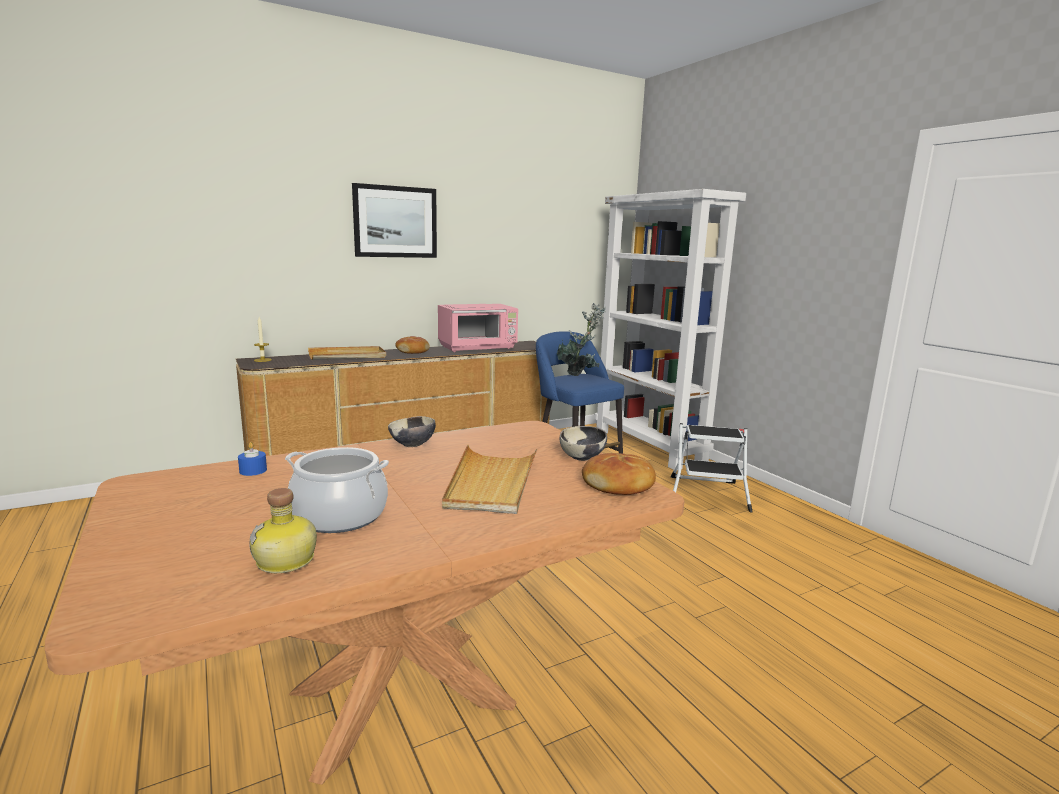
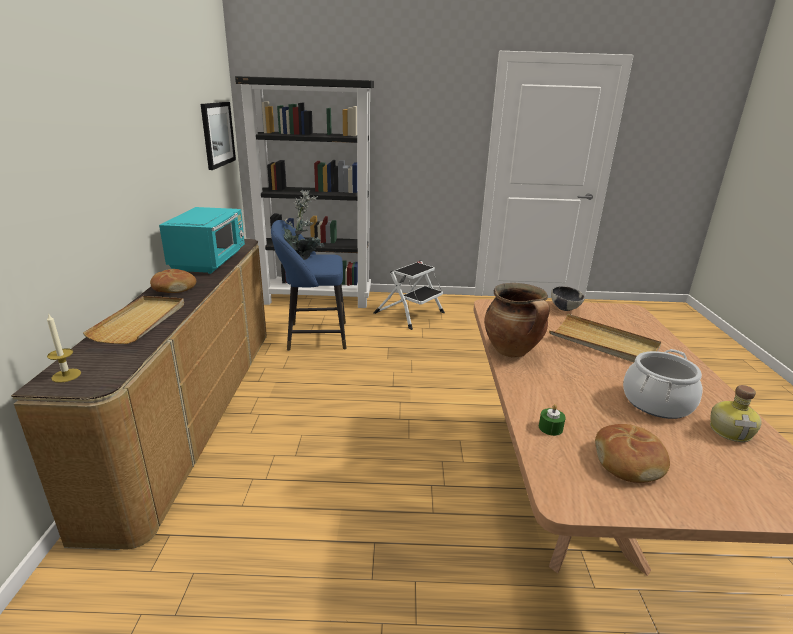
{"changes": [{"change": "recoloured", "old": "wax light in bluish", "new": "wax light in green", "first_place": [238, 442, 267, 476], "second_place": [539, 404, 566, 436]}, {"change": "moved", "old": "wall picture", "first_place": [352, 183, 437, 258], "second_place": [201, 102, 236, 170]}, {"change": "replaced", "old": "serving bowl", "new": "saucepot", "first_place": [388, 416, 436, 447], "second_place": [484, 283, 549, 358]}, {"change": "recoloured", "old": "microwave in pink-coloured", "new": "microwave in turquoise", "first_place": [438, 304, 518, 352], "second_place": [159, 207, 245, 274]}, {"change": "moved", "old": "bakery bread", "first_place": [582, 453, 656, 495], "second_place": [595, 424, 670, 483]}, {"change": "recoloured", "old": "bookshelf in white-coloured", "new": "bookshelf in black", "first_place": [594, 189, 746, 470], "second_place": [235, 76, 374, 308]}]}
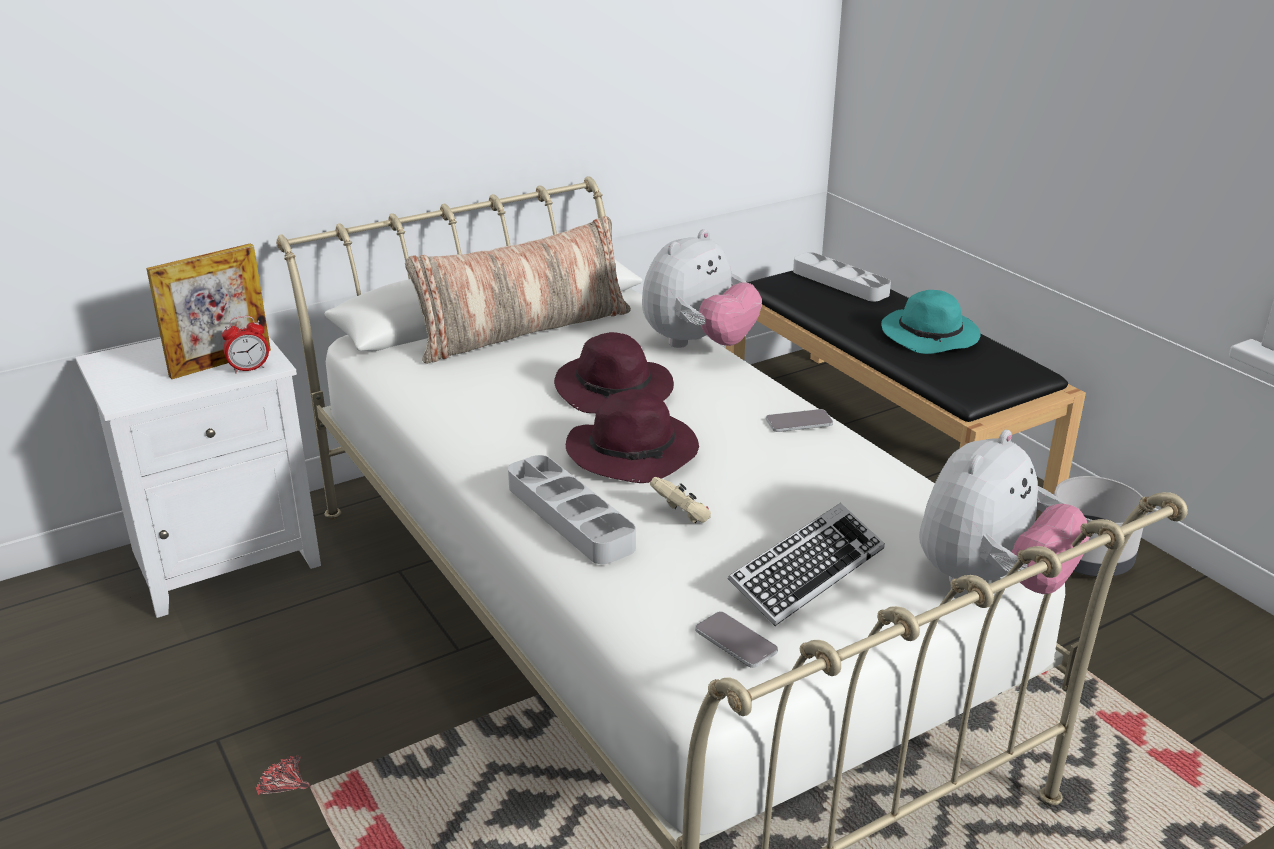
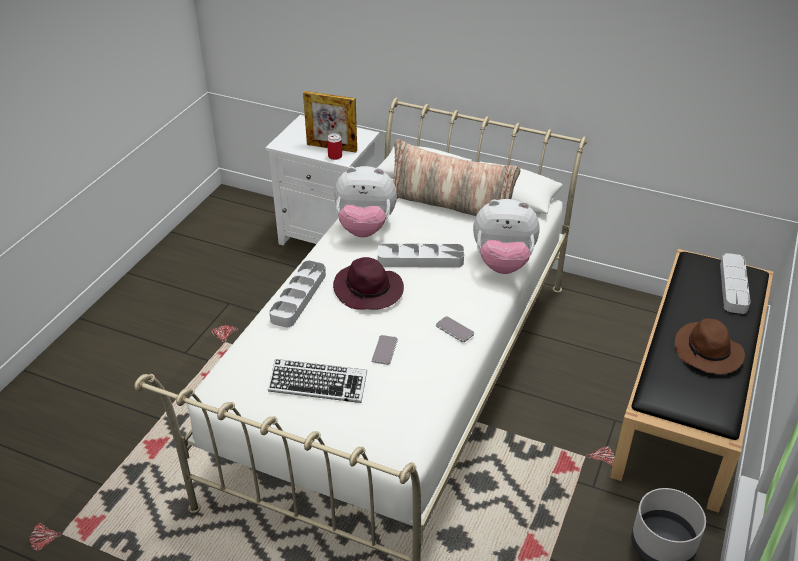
{"changes": [{"change": "replaced", "old": "bedside clock", "new": "metal can", "first_place": [222, 316, 269, 373], "second_place": [327, 133, 342, 160]}, {"change": "replaced", "old": "clothing hat in purplish", "new": "tray in gray", "first_place": [554, 332, 674, 413], "second_place": [378, 243, 464, 267]}, {"change": "removed", "old": "game controller in beige-coloured", "first_place": [650, 477, 711, 523]}, {"change": "moved", "old": "handset", "first_place": [695, 611, 778, 668], "second_place": [372, 335, 398, 365]}, {"change": "recoloured", "old": "clothing hat in turquoise", "new": "clothing hat in brown", "first_place": [881, 290, 981, 354], "second_place": [675, 318, 745, 374]}, {"change": "moved", "old": "plush toy", "first_place": [919, 430, 1089, 594], "second_place": [334, 166, 397, 237]}]}
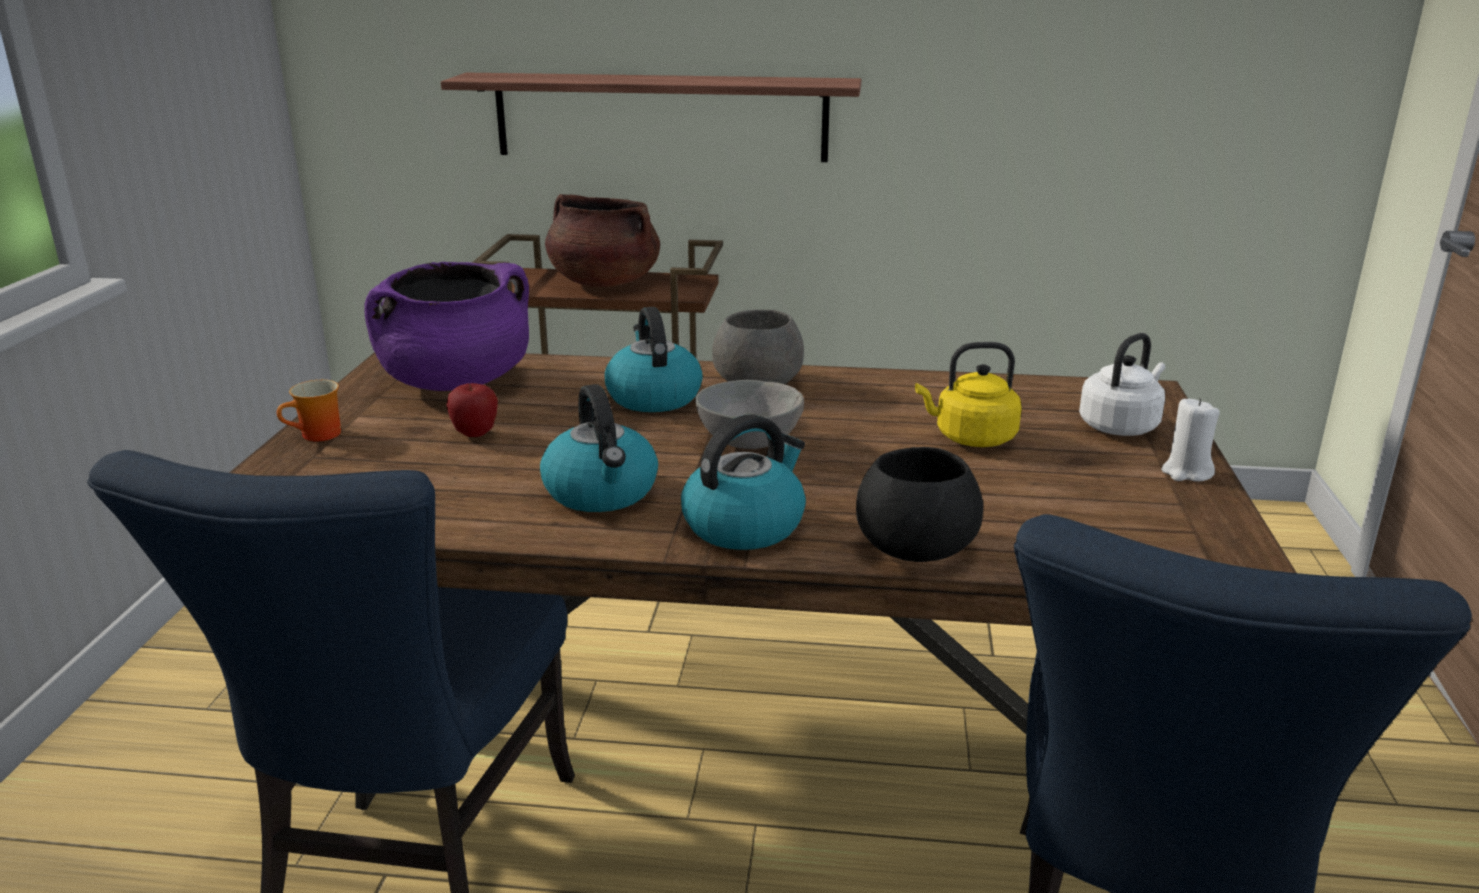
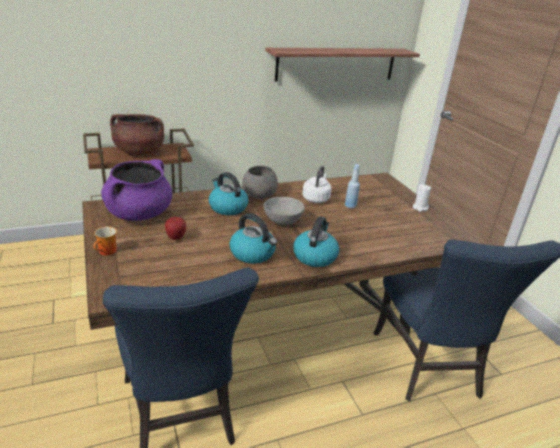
{"changes": [{"change": "moved", "old": "bracket shelf", "first_place": [441, 73, 862, 162], "second_place": [265, 48, 420, 82]}, {"change": "removed", "old": "serving bowl in black", "first_place": [856, 447, 983, 562]}, {"change": "replaced", "old": "kettle in yellow-coloured", "new": "drink bottle in bluish", "first_place": [915, 342, 1021, 447], "second_place": [345, 164, 360, 208]}, {"change": "moved", "old": "kettle in white-coloured", "first_place": [1079, 333, 1165, 436], "second_place": [302, 166, 332, 203]}]}
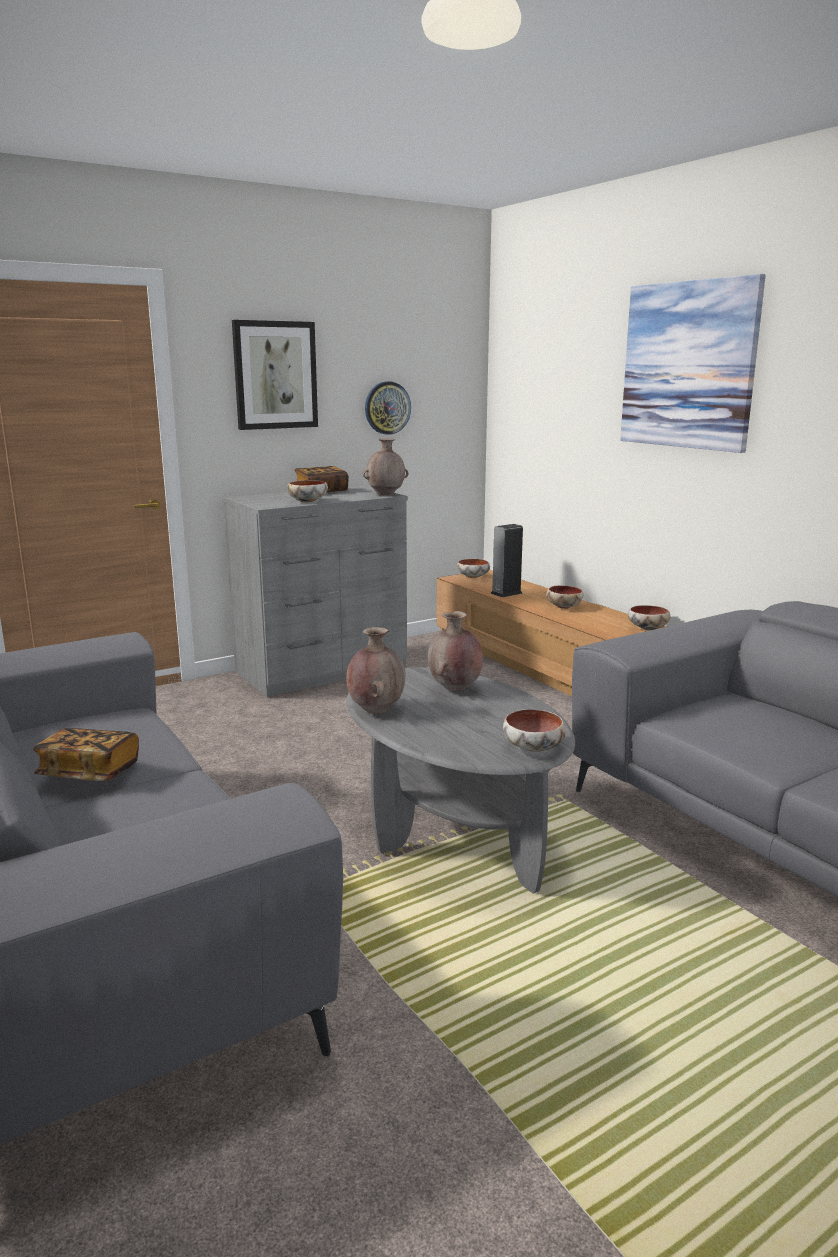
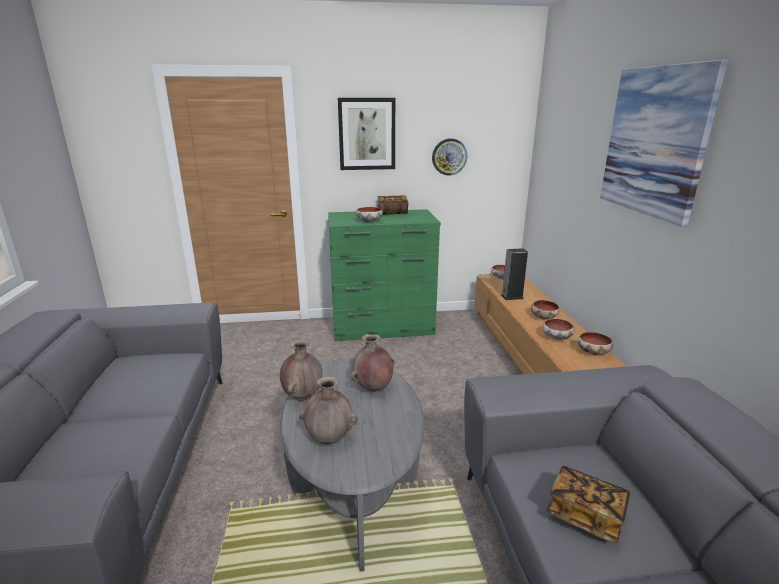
{"changes": [{"change": "moved", "old": "bound book", "first_place": [33, 728, 139, 781], "second_place": [547, 466, 630, 543]}, {"change": "recoloured", "old": "chest of drawers in gray", "new": "chest of drawers in green", "first_place": [223, 486, 408, 697], "second_place": [328, 209, 441, 341]}, {"change": "moved", "old": "decorative vase in brown", "first_place": [363, 439, 409, 495], "second_place": [299, 376, 358, 444]}, {"change": "moved", "old": "serving bowl", "first_place": [503, 709, 566, 752], "second_place": [543, 319, 574, 340]}]}
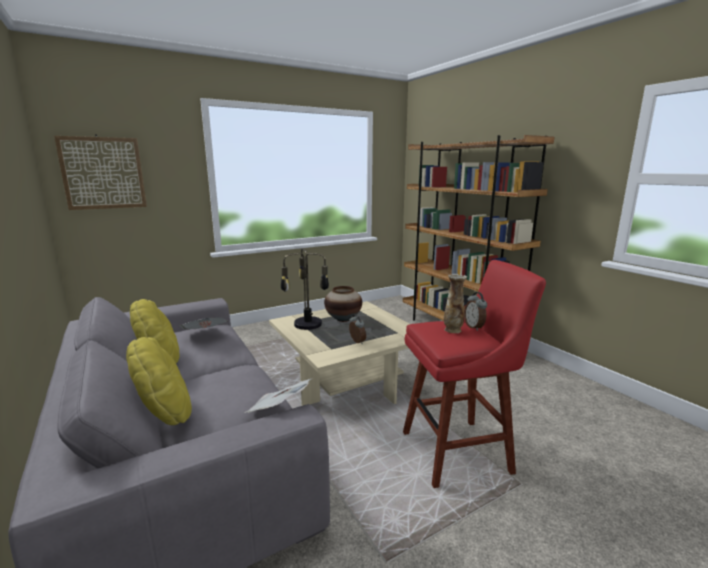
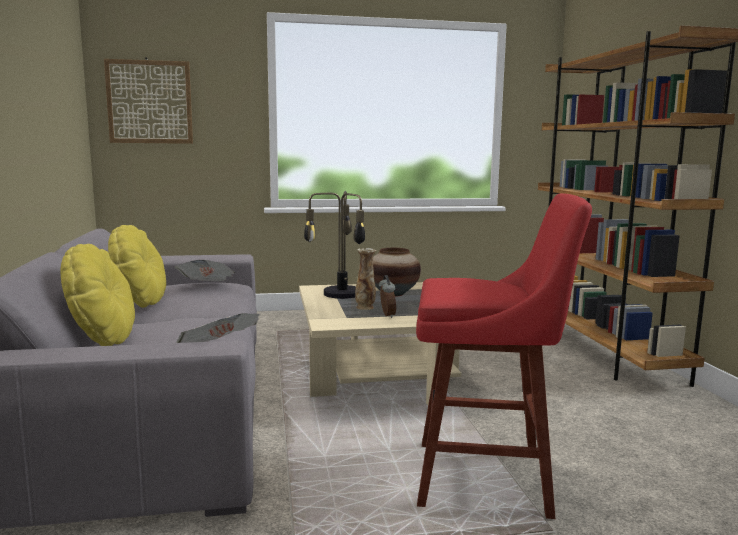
{"changes": [{"change": "moved", "old": "decorative vase", "first_place": [444, 274, 467, 333], "second_place": [355, 248, 376, 310]}, {"change": "removed", "old": "bedside clock", "first_place": [464, 292, 487, 331]}]}
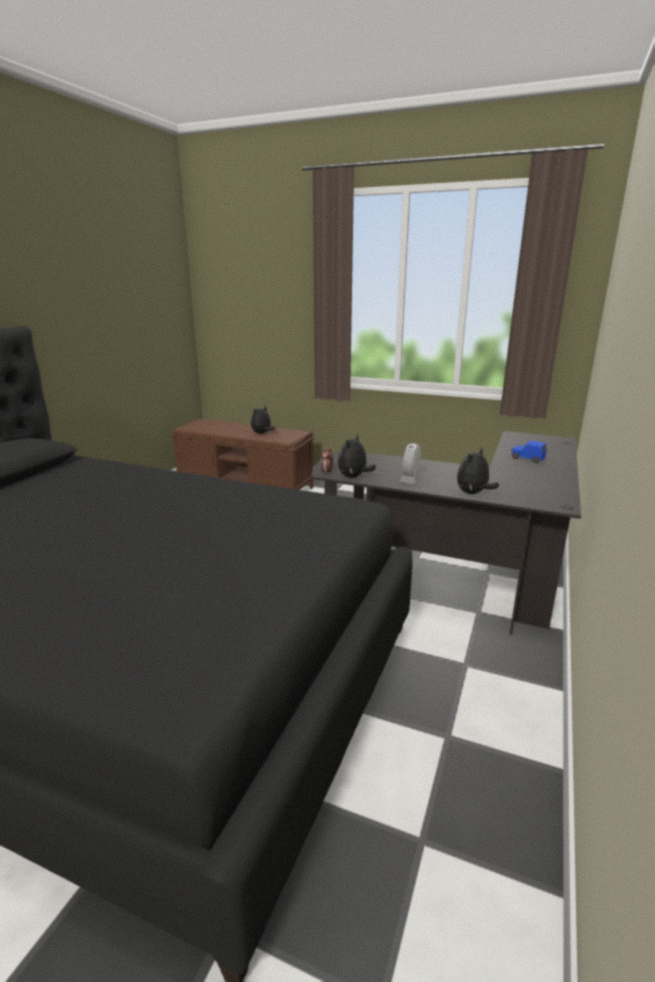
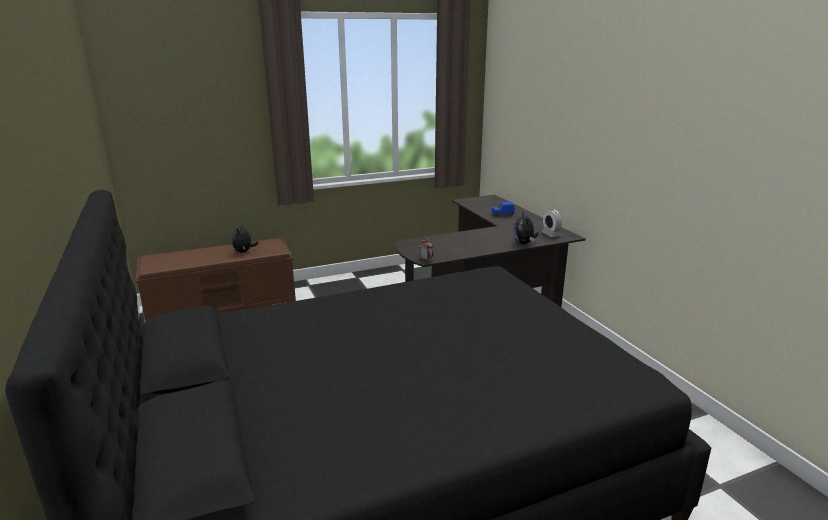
{"changes": [{"change": "removed", "old": "plush toy", "first_place": [338, 434, 376, 478]}, {"change": "moved", "old": "bedside clock", "first_place": [399, 443, 422, 484], "second_place": [541, 209, 562, 237]}]}
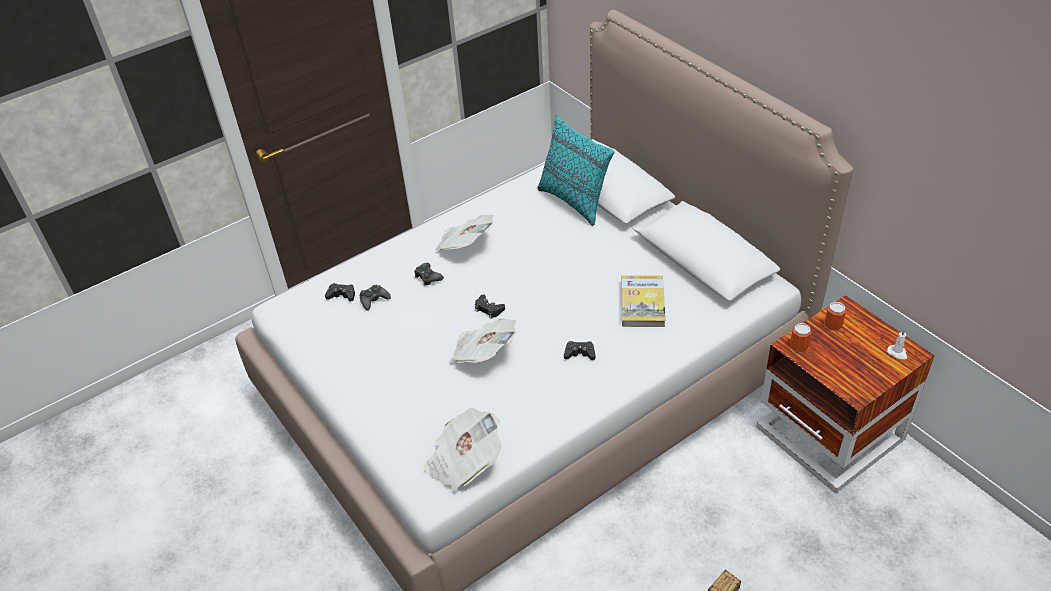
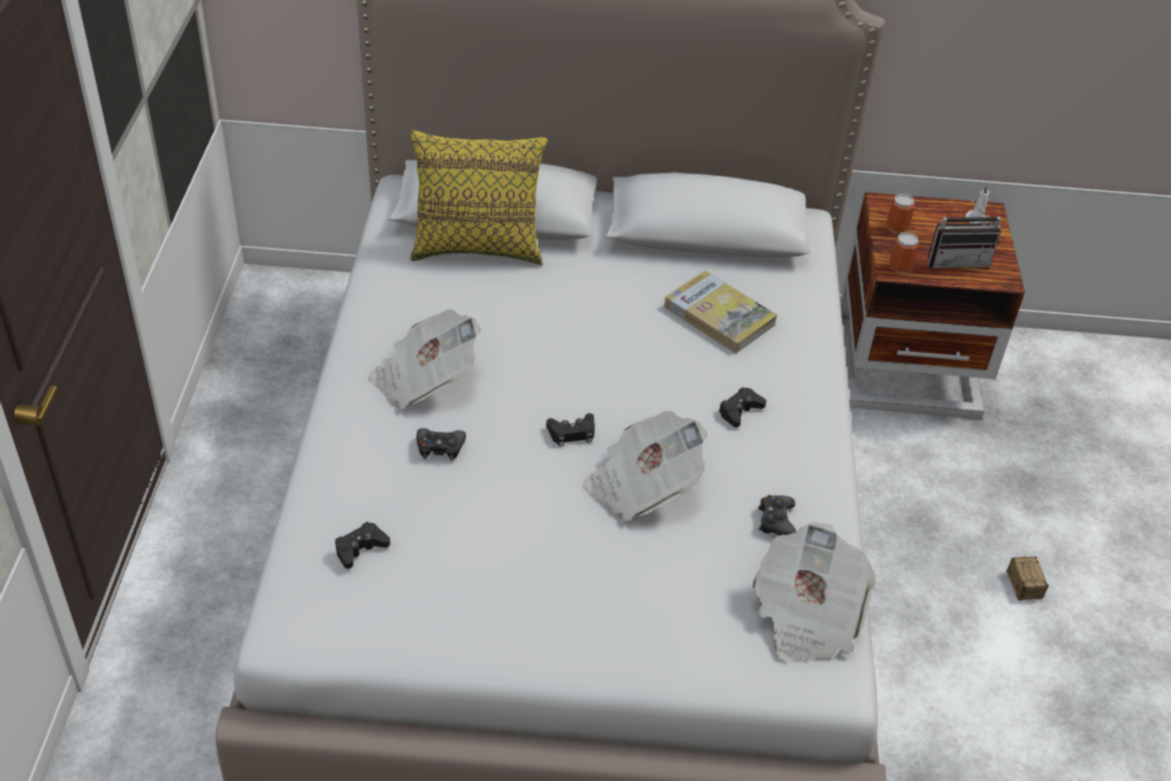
{"changes": [{"change": "moved", "old": "game controller in black", "first_place": [360, 285, 391, 310], "second_place": [758, 495, 796, 535]}, {"change": "recoloured", "old": "pillow in turquoise", "new": "pillow in yellow-coloured", "first_place": [537, 115, 615, 226], "second_place": [411, 130, 547, 265]}, {"change": "added", "new": "radio receiver", "second_place": [928, 190, 1001, 268]}]}
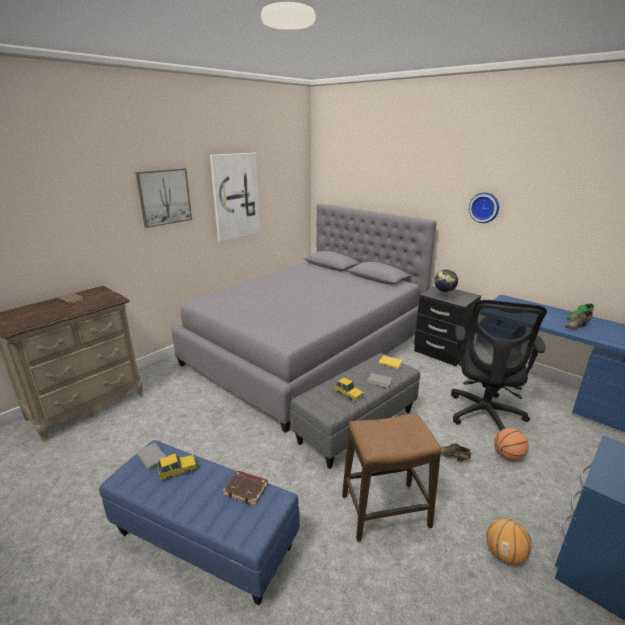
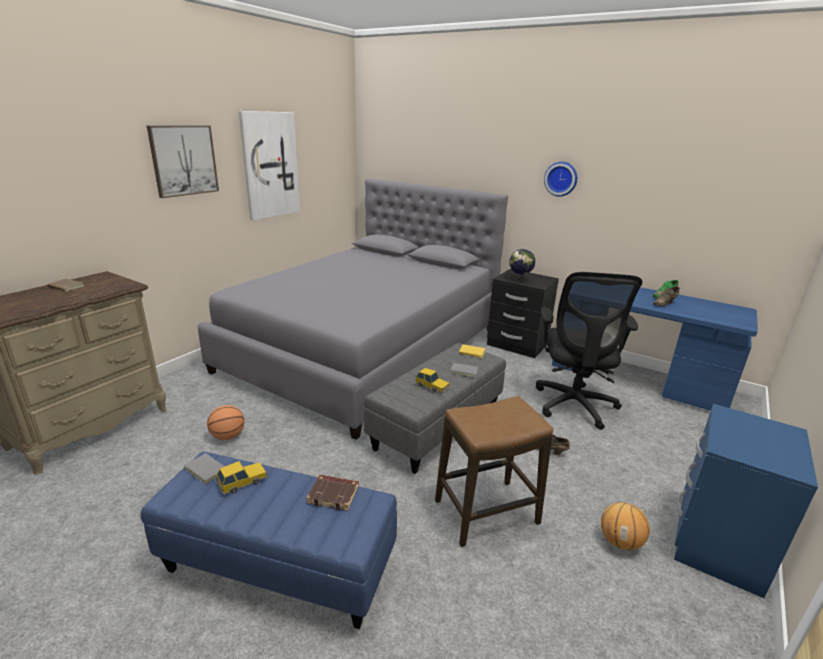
{"changes": [{"change": "moved", "old": "basketball ball", "first_place": [494, 428, 529, 461], "second_place": [207, 405, 245, 440]}]}
